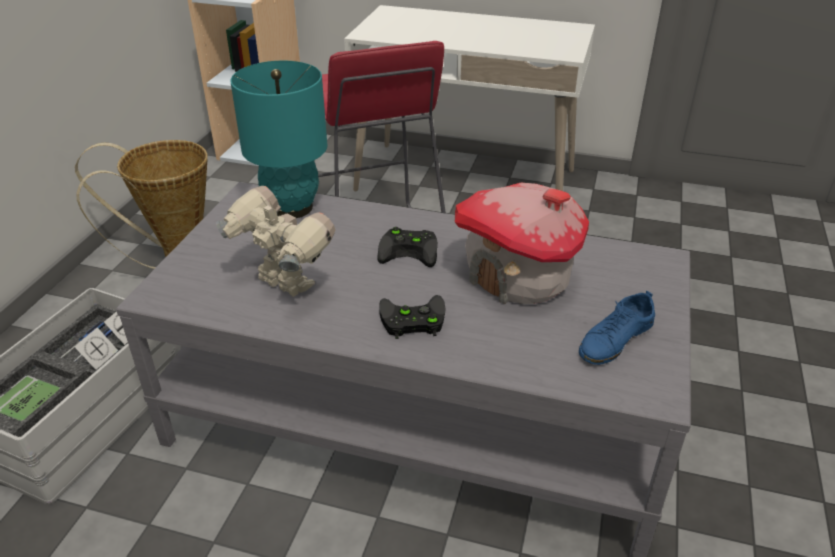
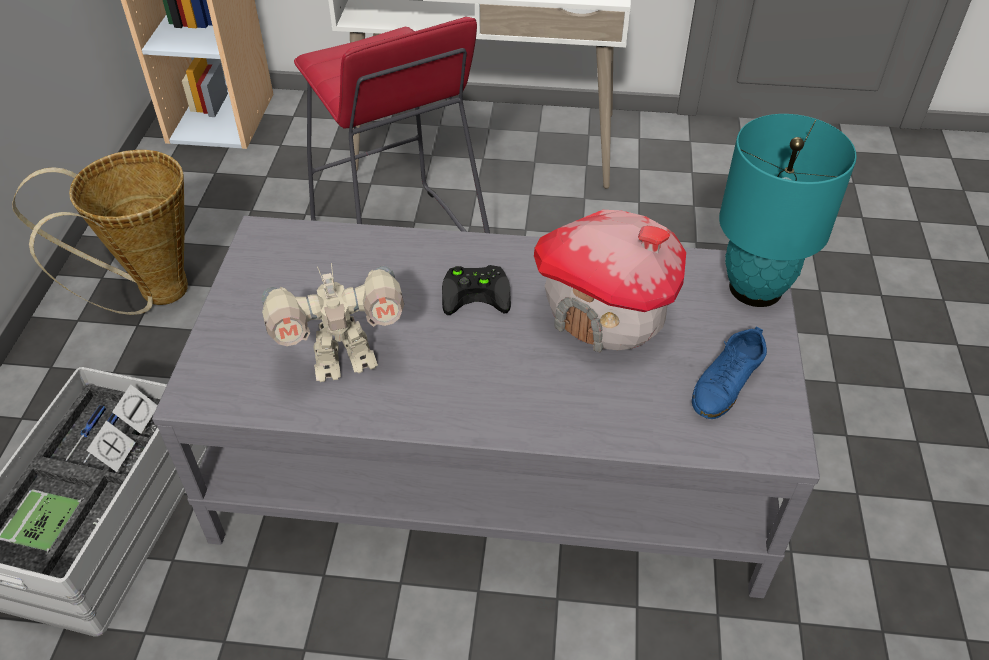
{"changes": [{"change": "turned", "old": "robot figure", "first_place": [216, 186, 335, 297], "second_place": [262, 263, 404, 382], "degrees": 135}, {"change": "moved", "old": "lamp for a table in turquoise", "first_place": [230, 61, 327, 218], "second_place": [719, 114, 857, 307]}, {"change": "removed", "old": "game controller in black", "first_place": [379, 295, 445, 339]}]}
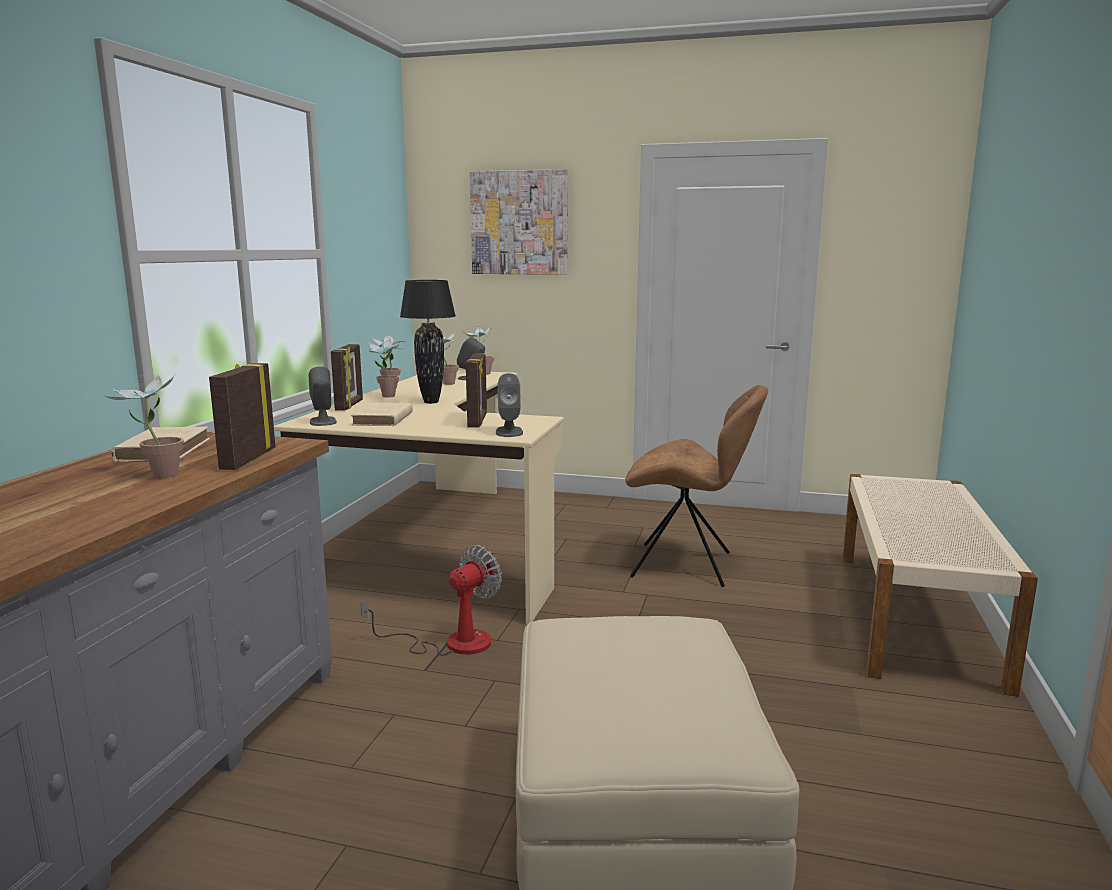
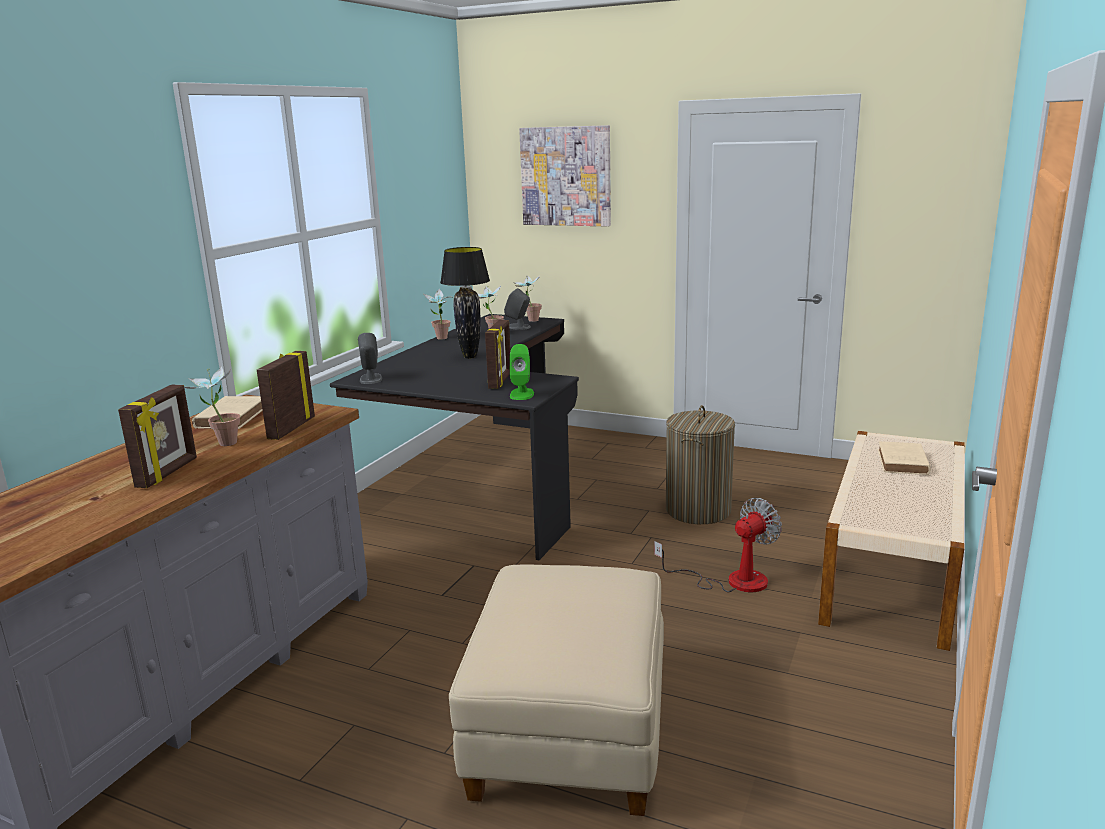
{"changes": [{"change": "recoloured", "old": "desk unit in beige-coloured", "new": "desk unit in black", "first_place": [274, 370, 564, 625], "second_place": [330, 314, 579, 560]}, {"change": "moved", "old": "photo frame", "first_place": [331, 344, 363, 411], "second_place": [118, 384, 197, 488]}, {"change": "moved", "old": "bound book in beige-coloured", "first_place": [351, 403, 413, 426], "second_place": [878, 441, 931, 475]}, {"change": "moved", "old": "cooling fan", "first_place": [360, 545, 502, 656], "second_place": [654, 498, 782, 592]}, {"change": "removed", "old": "potted plant", "first_place": [368, 338, 402, 397]}, {"change": "recoloured", "old": "audio speaker in gray", "new": "audio speaker in green", "first_place": [496, 373, 523, 437], "second_place": [509, 344, 534, 400]}, {"change": "replaced", "old": "chair in brown", "new": "laundry basket", "first_place": [625, 385, 768, 587], "second_place": [666, 405, 735, 524]}]}
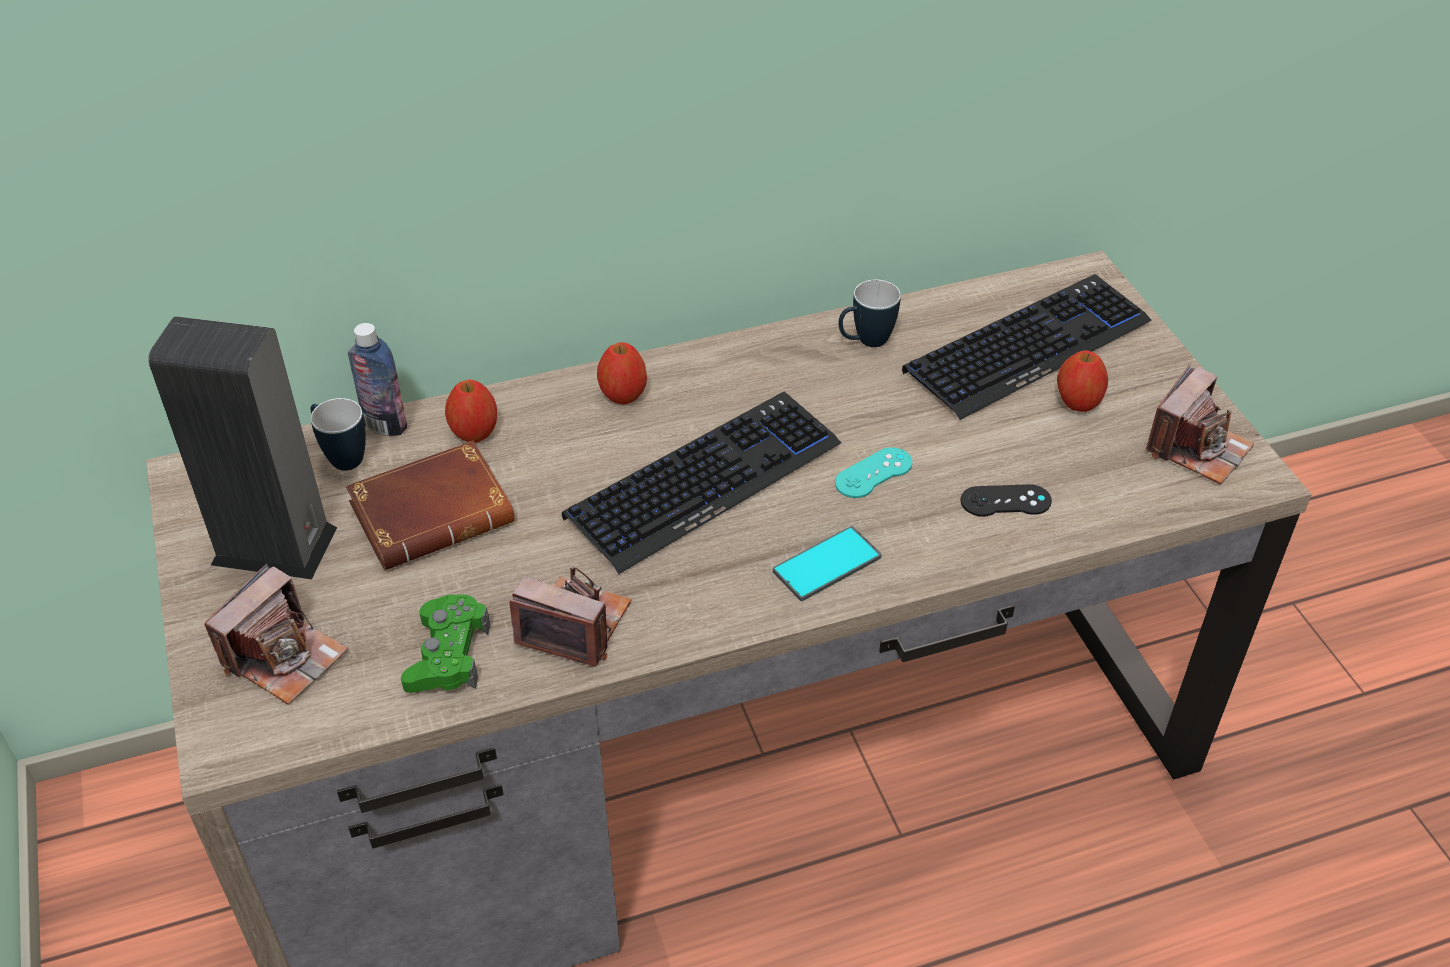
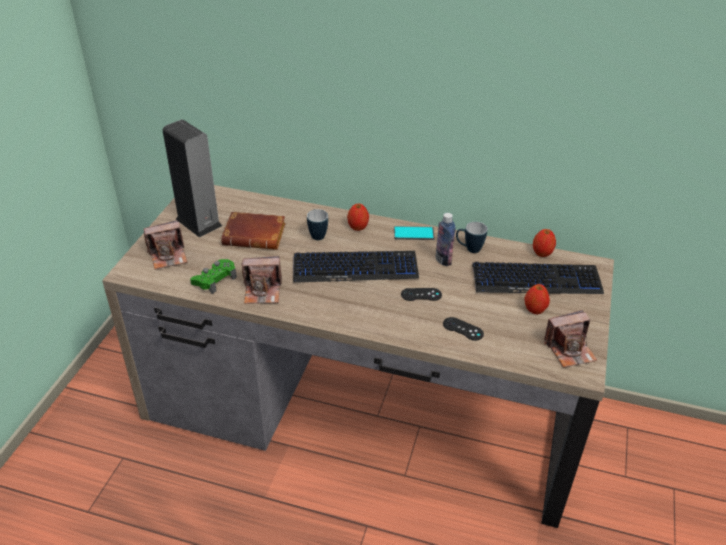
{"changes": [{"change": "moved", "old": "tea mug", "first_place": [311, 398, 366, 471], "second_place": [307, 209, 328, 240]}, {"change": "moved", "old": "drink bottle", "first_place": [348, 323, 407, 436], "second_place": [435, 213, 455, 266]}, {"change": "moved", "old": "apple fruit", "first_place": [445, 380, 497, 443], "second_place": [533, 229, 556, 257]}, {"change": "turned", "old": "photo camera", "first_place": [510, 566, 632, 666], "second_place": [242, 256, 282, 304], "degrees": 120}, {"change": "moved", "old": "handset", "first_place": [773, 526, 881, 601], "second_place": [394, 226, 435, 240]}, {"change": "recoloured", "old": "game controller in turquoise", "new": "game controller in black", "first_place": [835, 447, 912, 498], "second_place": [401, 288, 442, 301]}]}
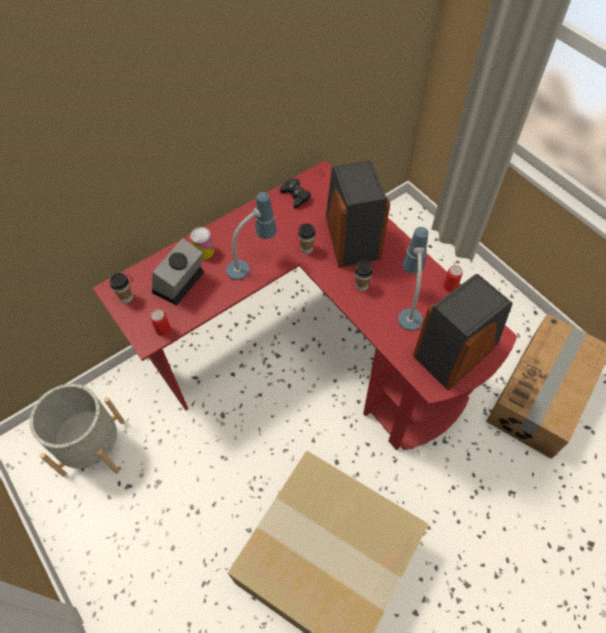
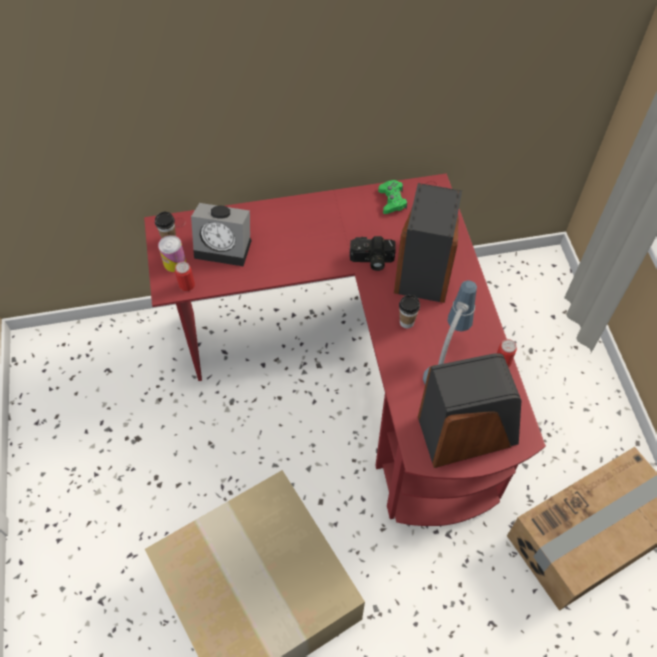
{"changes": [{"change": "removed", "old": "flower pot in gray", "first_place": [30, 384, 125, 477]}, {"change": "turned", "old": "bedside clock", "first_place": [152, 238, 204, 306], "second_place": [191, 203, 252, 266], "degrees": -135}, {"change": "moved", "old": "metal can", "first_place": [190, 227, 214, 260], "second_place": [158, 235, 186, 272]}, {"change": "removed", "old": "lamp for a table", "first_place": [226, 192, 277, 280]}, {"change": "recoloured", "old": "game controller in black", "new": "game controller in green", "first_place": [280, 179, 311, 209], "second_place": [378, 180, 407, 214]}, {"change": "replaced", "old": "small cup", "new": "photo camera", "first_place": [298, 224, 316, 254], "second_place": [350, 236, 396, 271]}]}
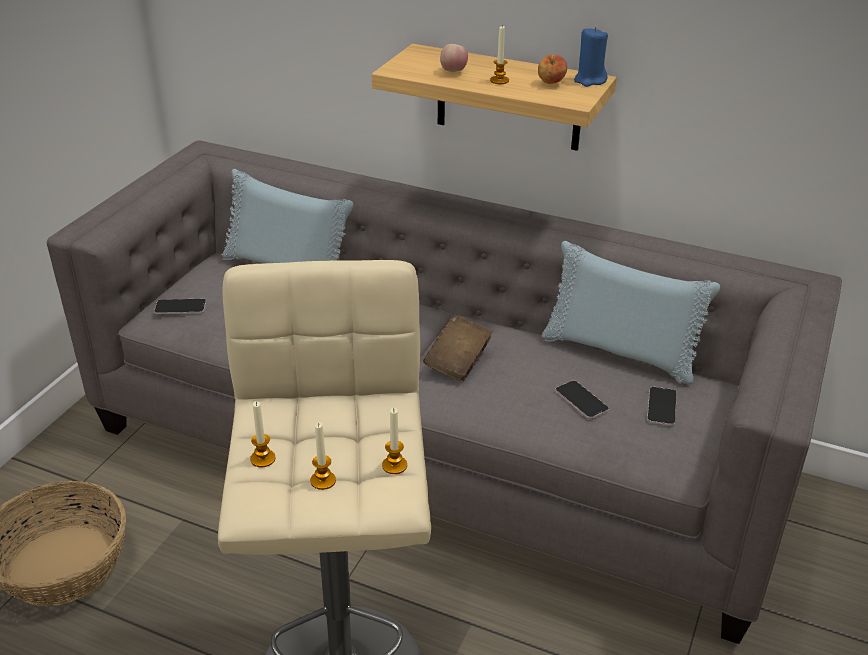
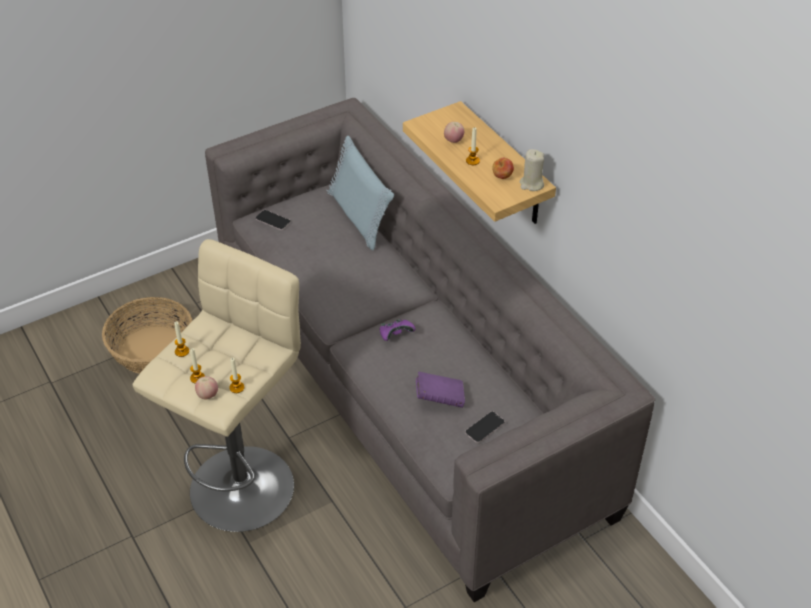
{"changes": [{"change": "replaced", "old": "bound book in brown", "new": "game controller in purplish", "first_place": [423, 314, 493, 381], "second_place": [380, 319, 416, 341]}, {"change": "removed", "old": "pillow in bluish", "first_place": [542, 241, 720, 384]}, {"change": "replaced", "old": "handset", "new": "bound book in purplish", "first_place": [555, 380, 609, 419], "second_place": [416, 372, 465, 408]}, {"change": "recoloured", "old": "wax light in bluish", "new": "wax light in beige-coloured", "first_place": [574, 27, 608, 87], "second_place": [520, 149, 544, 191]}, {"change": "added", "new": "apple fruit", "second_place": [195, 376, 218, 400]}]}
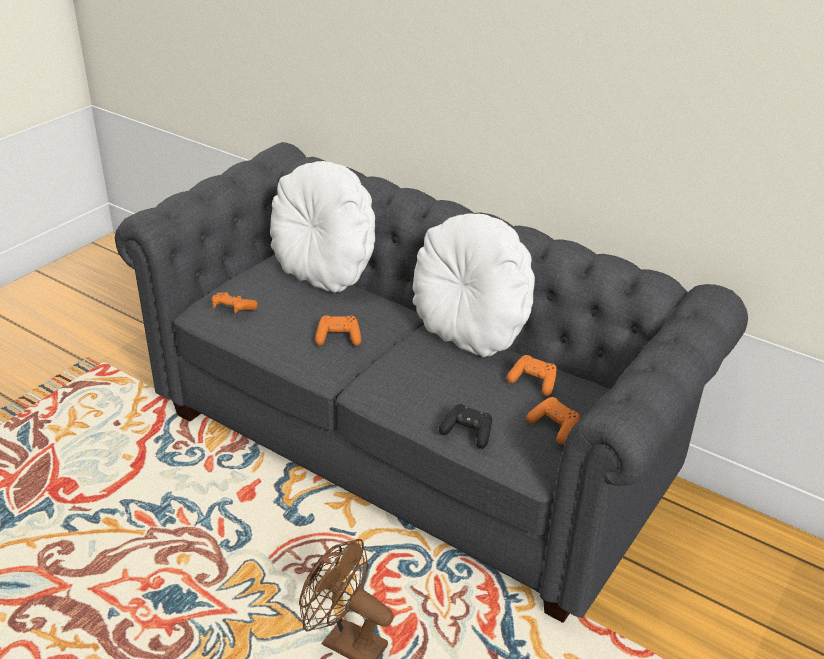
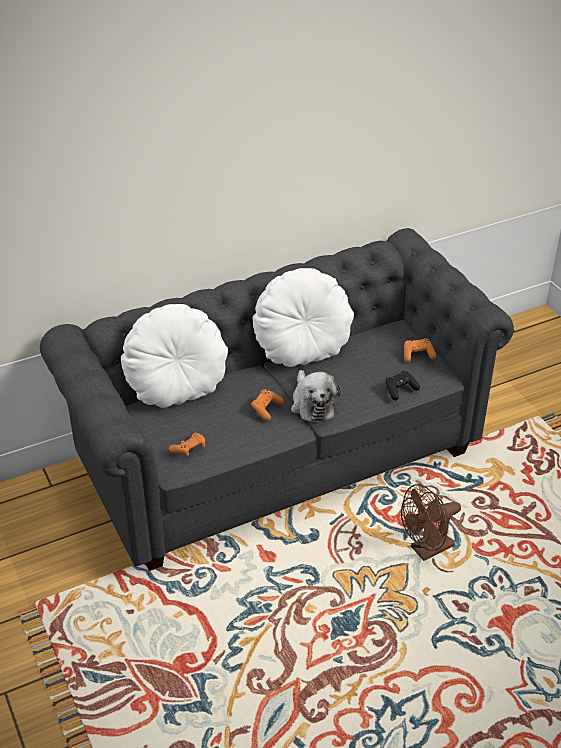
{"changes": [{"change": "removed", "old": "game controller in orange", "first_place": [507, 355, 557, 396]}, {"change": "added", "new": "plush toy", "second_place": [291, 370, 340, 423]}]}
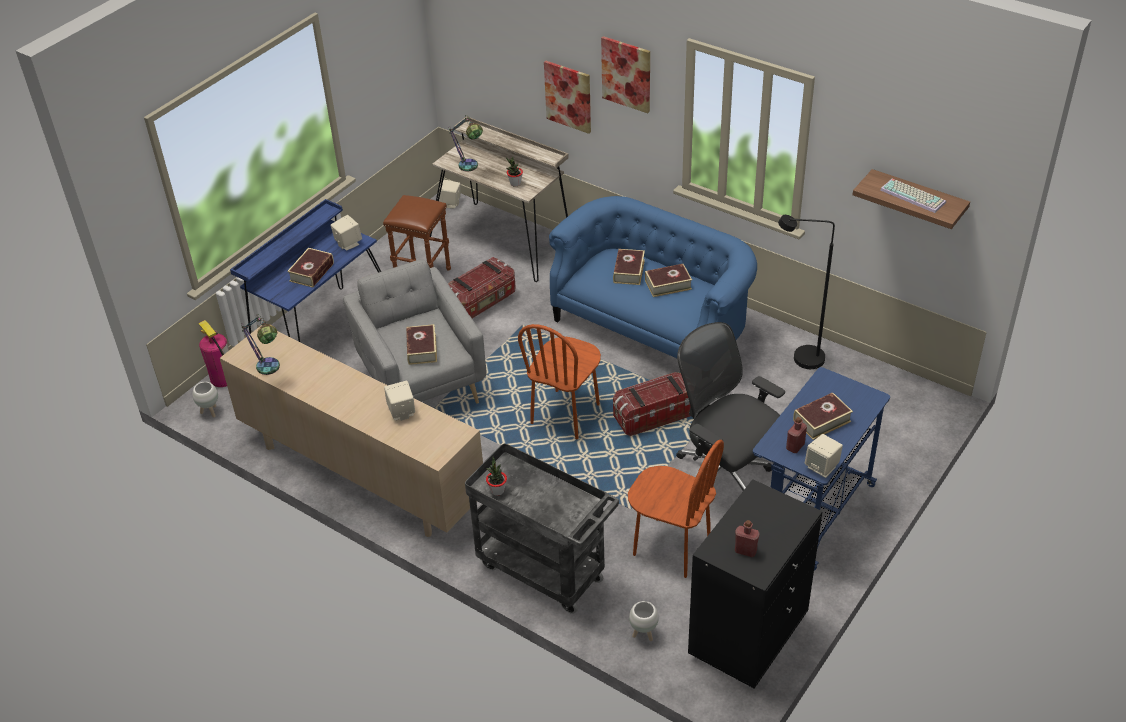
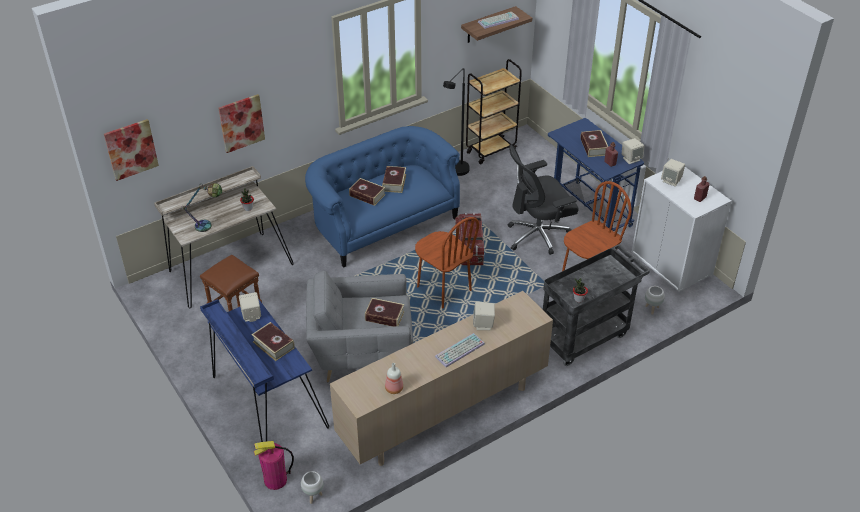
{"changes": [{"change": "replaced", "old": "lamp for a table", "new": "drink bottle", "first_place": [241, 314, 280, 375], "second_place": [385, 363, 403, 394]}, {"change": "moved", "old": "audio speaker in beige-coloured", "first_place": [438, 179, 461, 208], "second_place": [661, 159, 685, 187]}, {"change": "removed", "old": "storage box", "first_place": [448, 257, 515, 318]}, {"change": "moved", "old": "wall picture", "first_place": [601, 36, 650, 113], "second_place": [104, 119, 159, 181]}, {"change": "recoloured", "old": "cabinet in black", "new": "cabinet in white-coloured", "first_place": [688, 479, 823, 688], "second_place": [632, 167, 732, 292]}, {"change": "added", "new": "keyboard", "second_place": [435, 333, 485, 367]}, {"change": "added", "new": "cart in brown", "second_place": [466, 59, 522, 164]}]}
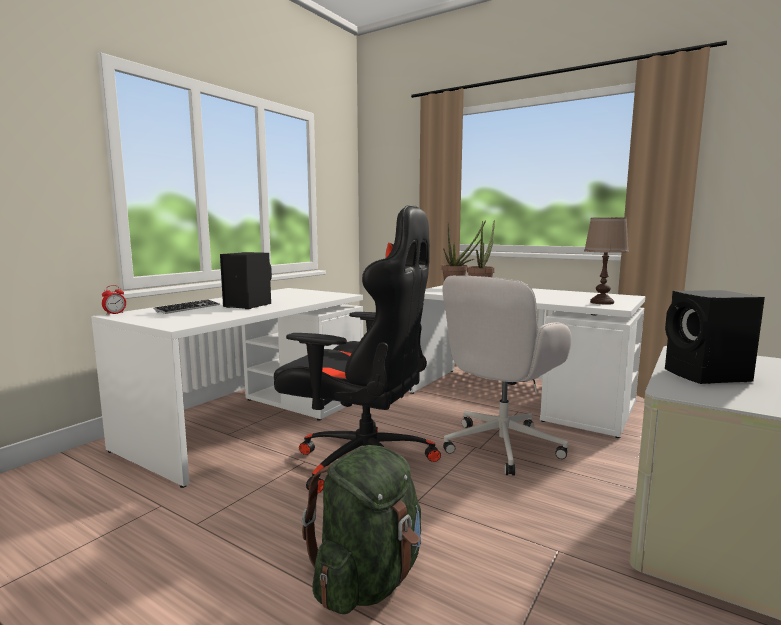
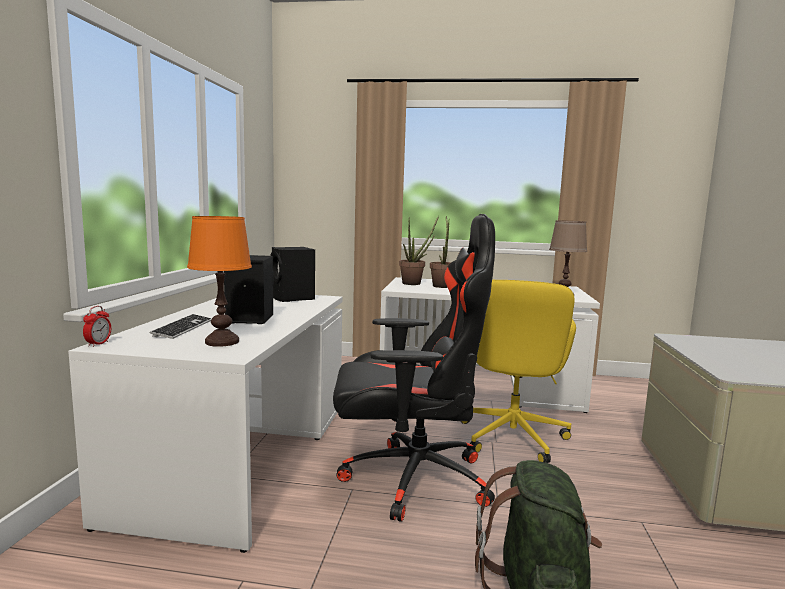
{"changes": [{"change": "recoloured", "old": "desk chair in white-coloured", "new": "desk chair in yellow-coloured", "first_place": [443, 276, 572, 476], "second_place": [461, 280, 576, 463]}, {"change": "moved", "old": "audio speaker in black", "first_place": [665, 290, 765, 384], "second_place": [270, 247, 315, 302]}, {"change": "added", "new": "lamp for a table in orange", "second_place": [187, 216, 252, 347]}]}
